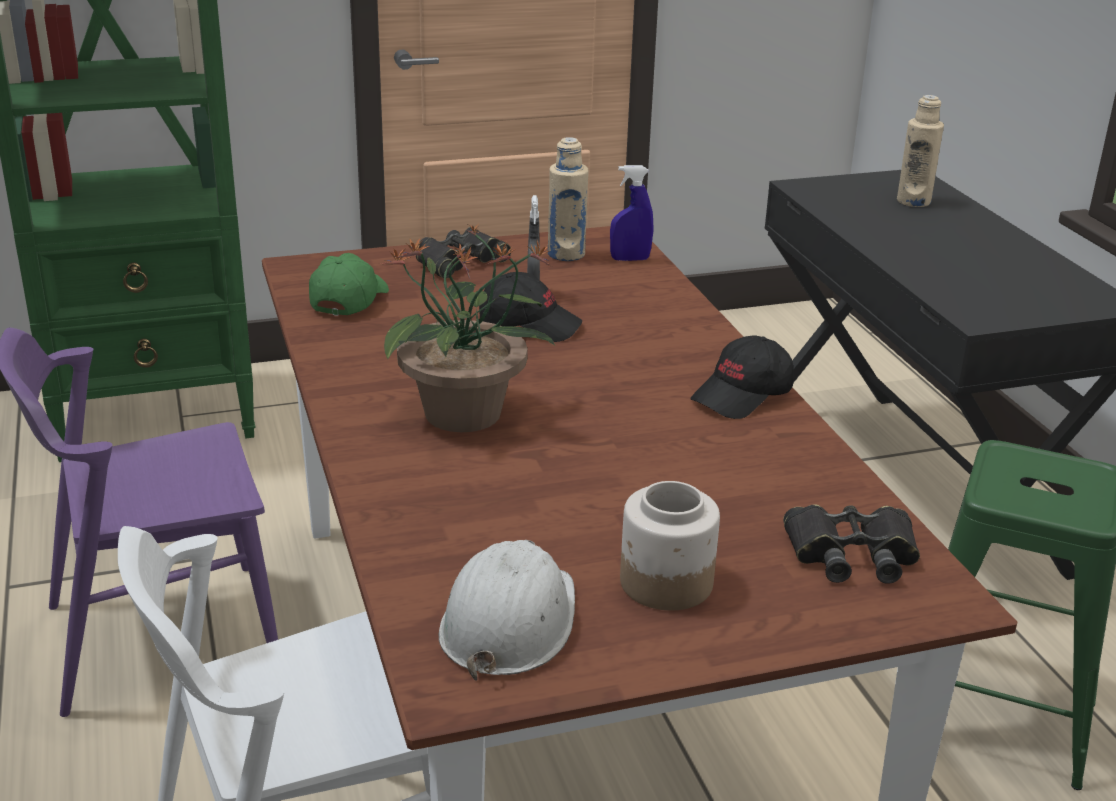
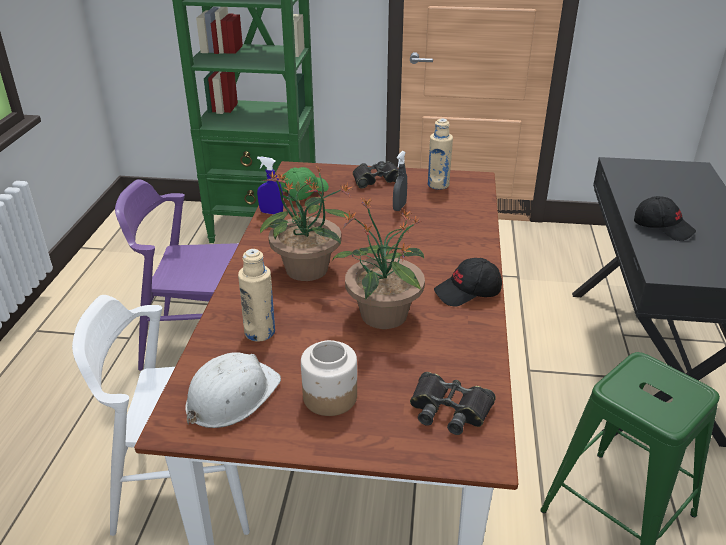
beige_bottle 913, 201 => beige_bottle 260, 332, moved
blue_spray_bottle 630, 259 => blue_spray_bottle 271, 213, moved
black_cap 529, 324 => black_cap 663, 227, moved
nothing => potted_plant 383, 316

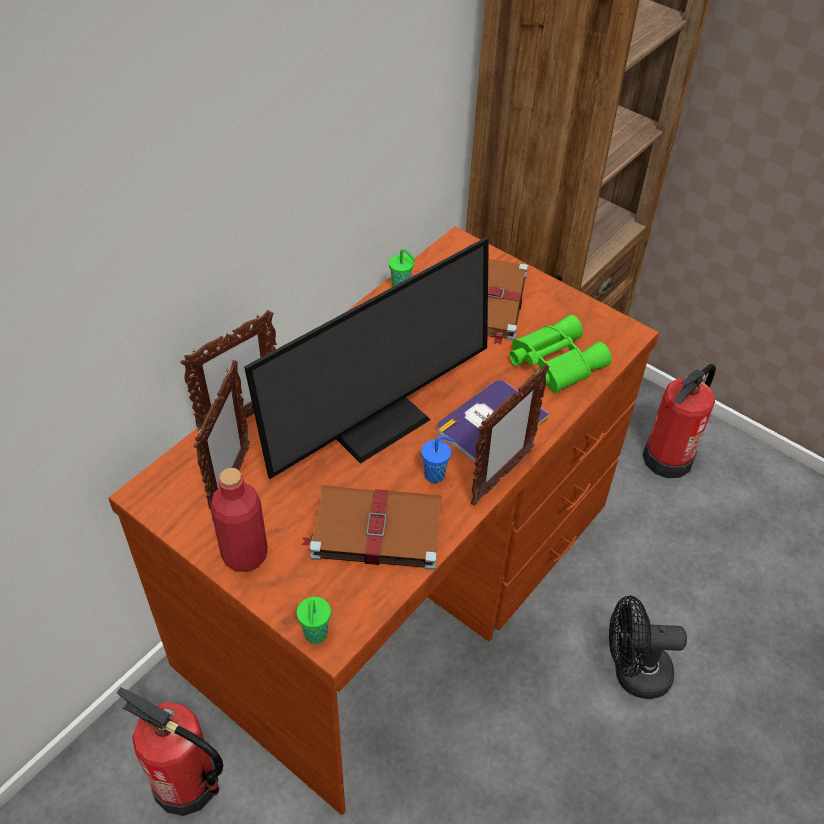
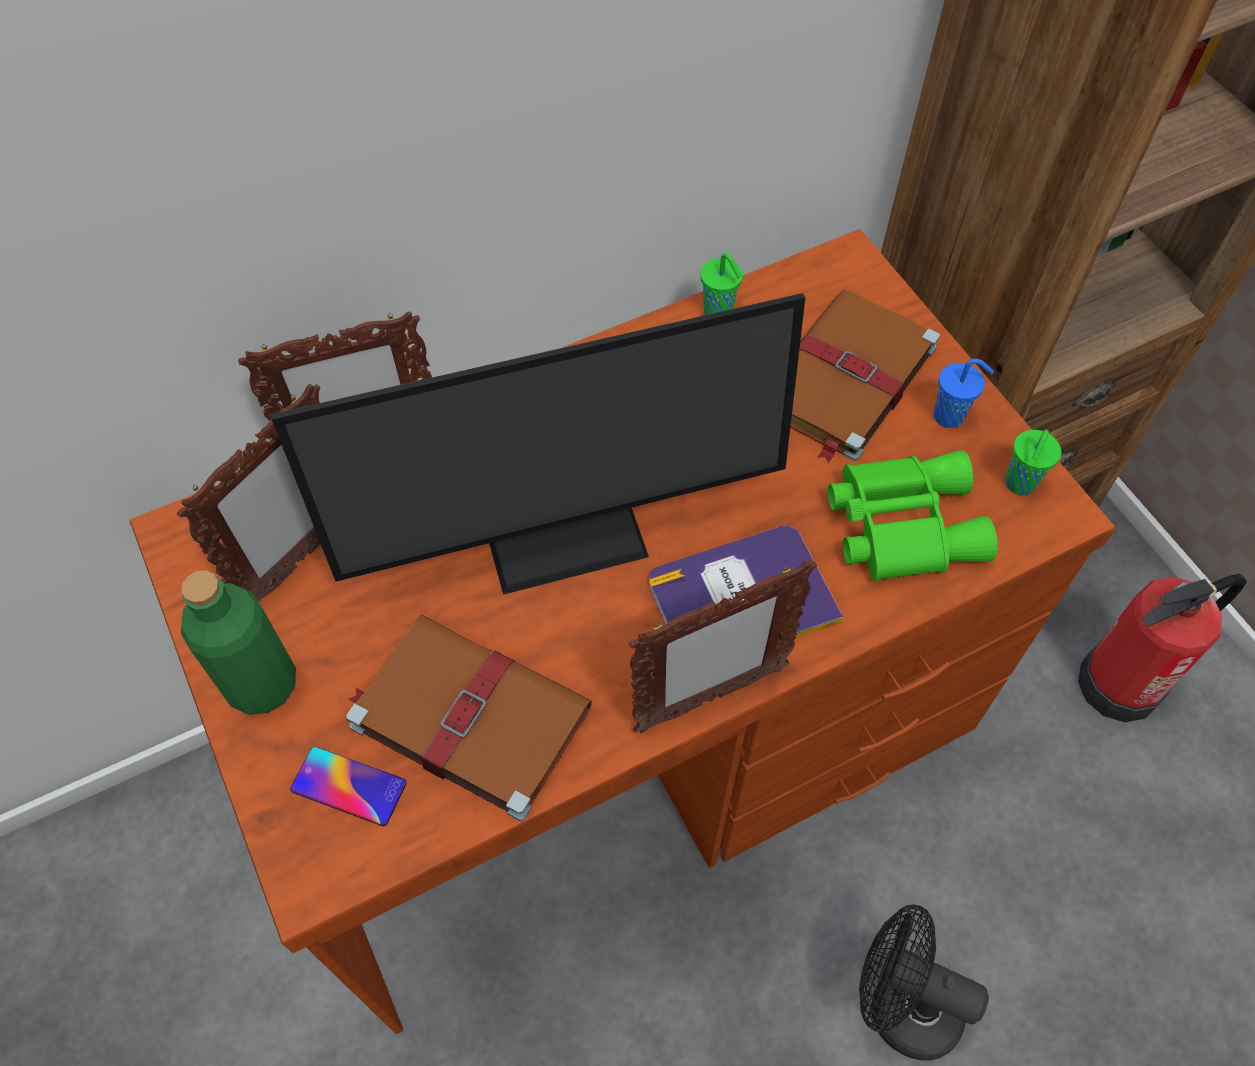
blue_cup 436, 475 => blue_cup 950, 416, moved
red_bottle 245, 554 => green_bottle 262, 684
green_cup 315, 635 => green_cup 1019, 484, moved
fire_extinguisher 186, 784 => nothing
nothing => phone 349, 786

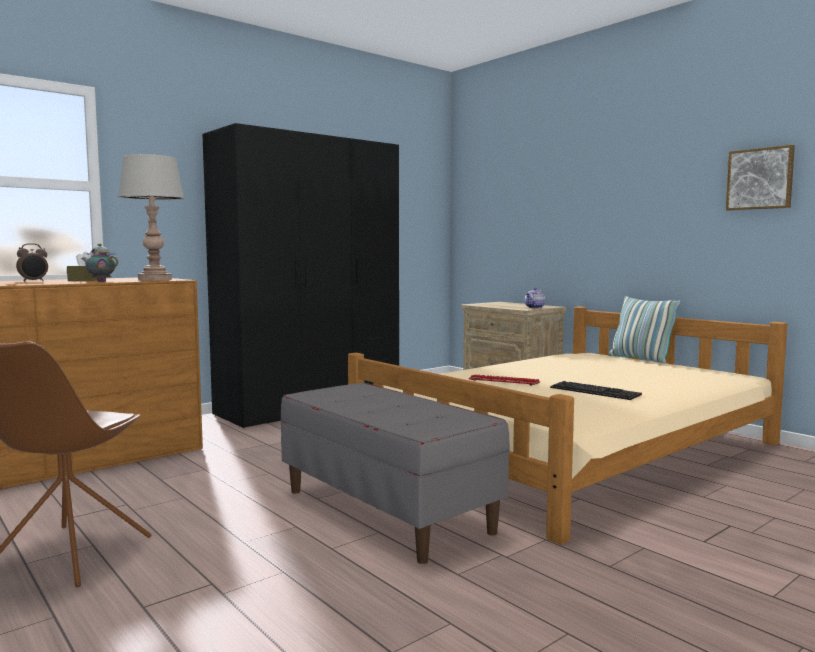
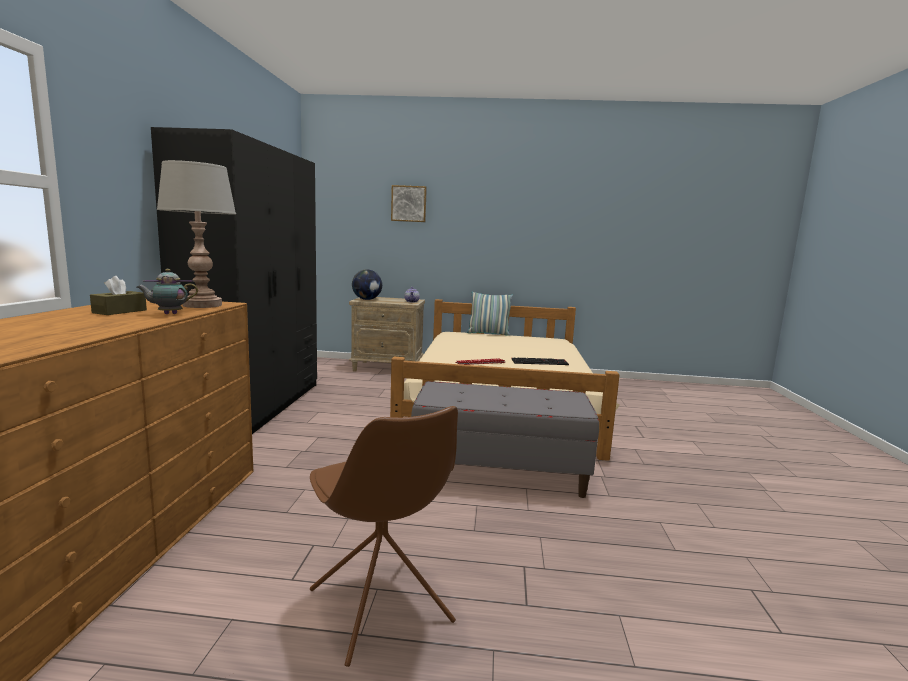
picture 760, 179 => picture 409, 204, moved
alarm_clock 33, 281 => nothing
nothing => globe 367, 299

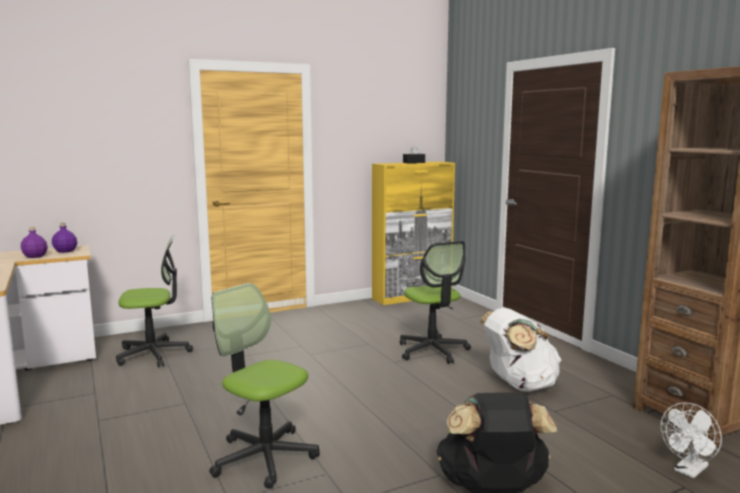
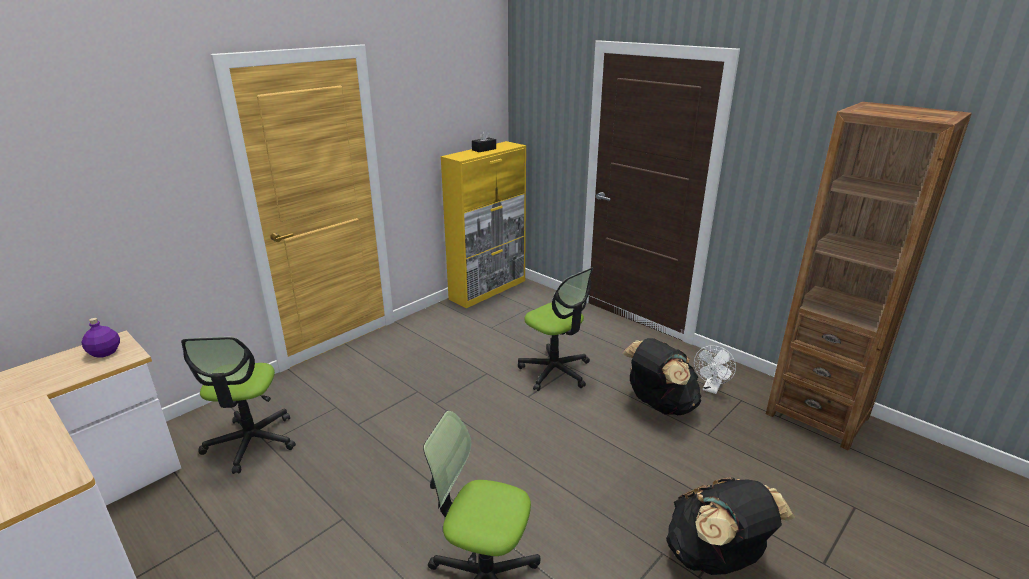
purple_bottle 34, 256 => nothing
office_chair 153, 354 => office_chair 251, 442, 120 degrees clockwise
white_backpack 518, 385 => black_backpack 659, 405
white_fan 689, 471 => white_fan 711, 389, moved

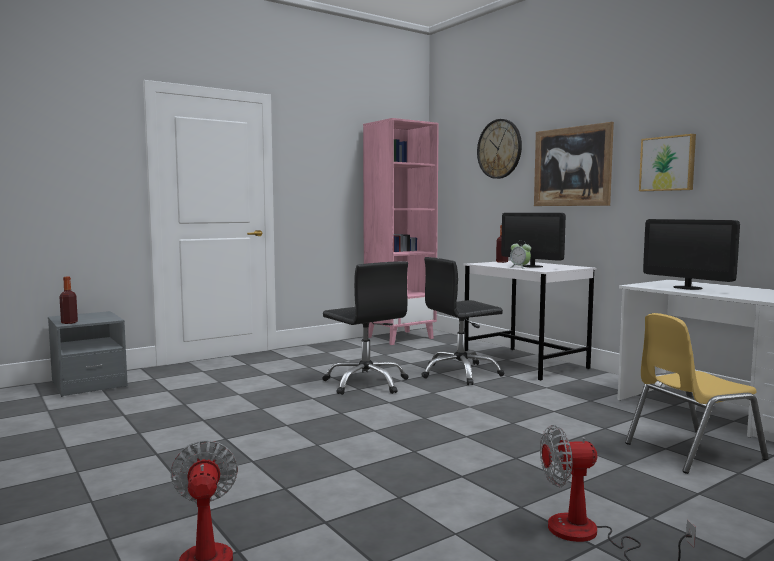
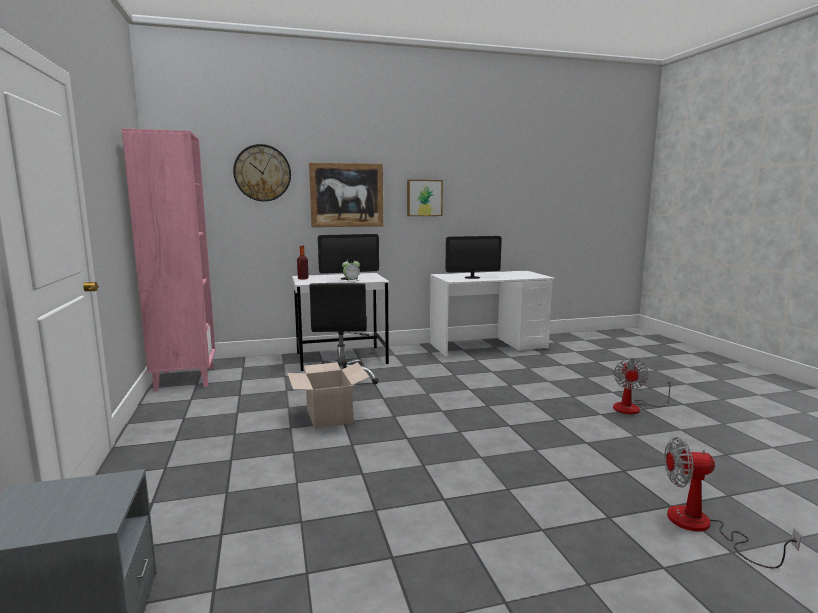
black_office_chair 366, 383 => cardboard_box 329, 416
bottle 69, 322 => nothing
yellow_chair 691, 451 => nothing

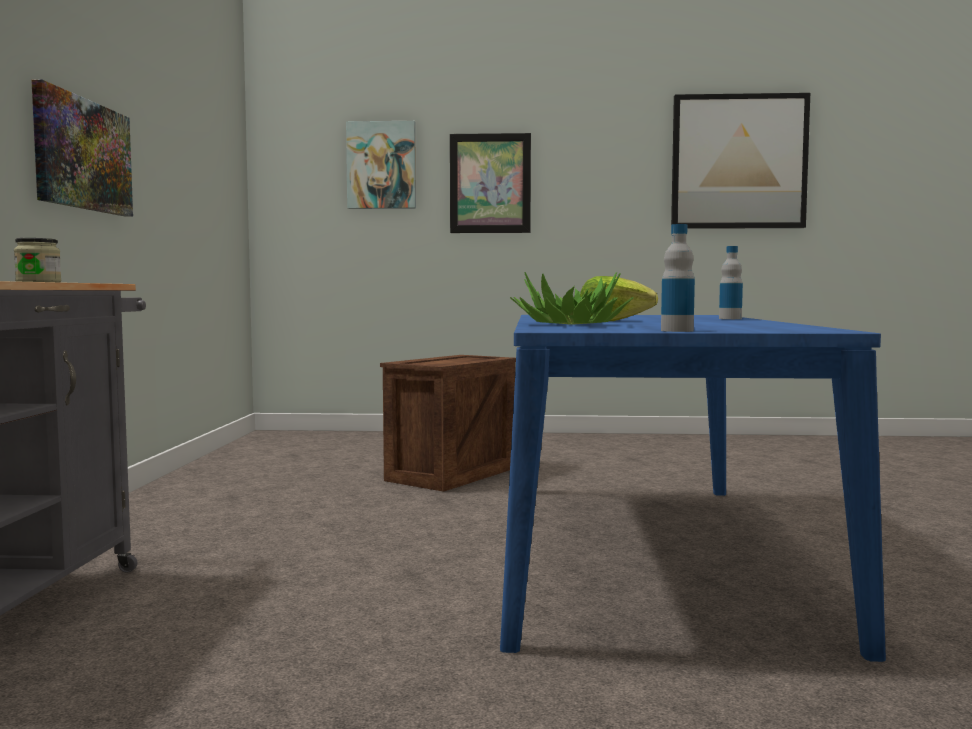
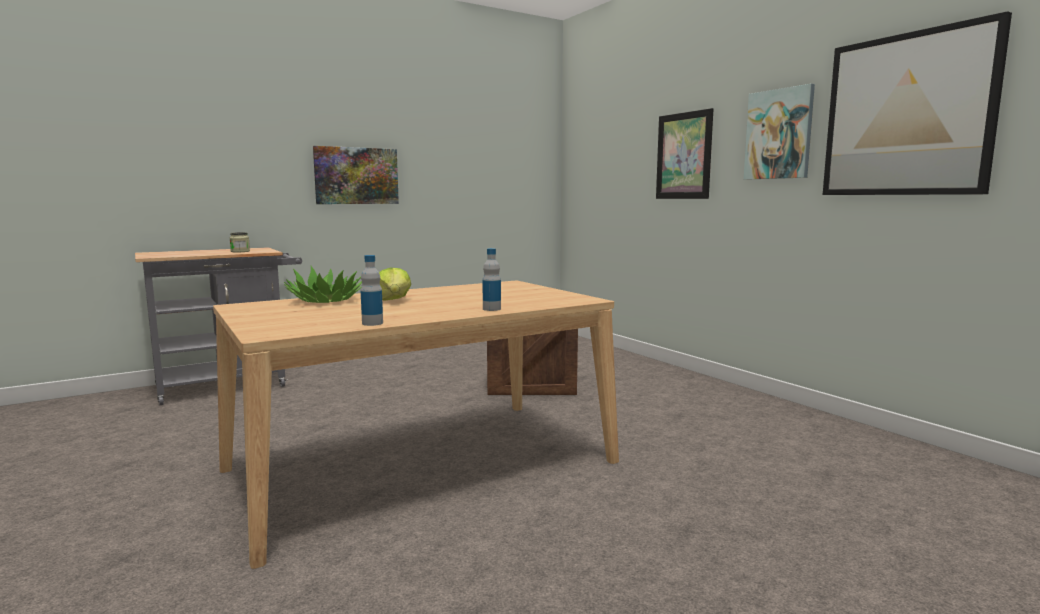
picture 381, 165 => picture 779, 134, moved
bottle 677, 330 => bottle 372, 323, moved
blue_dining_table 643, 550 => beige_dining_table 422, 465

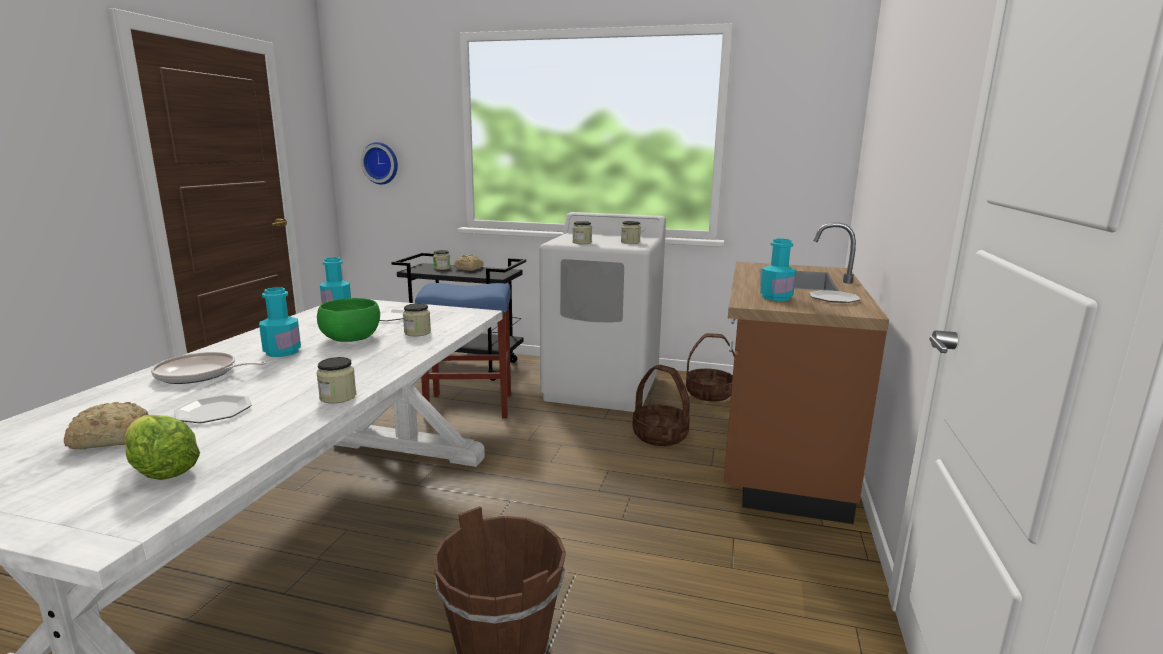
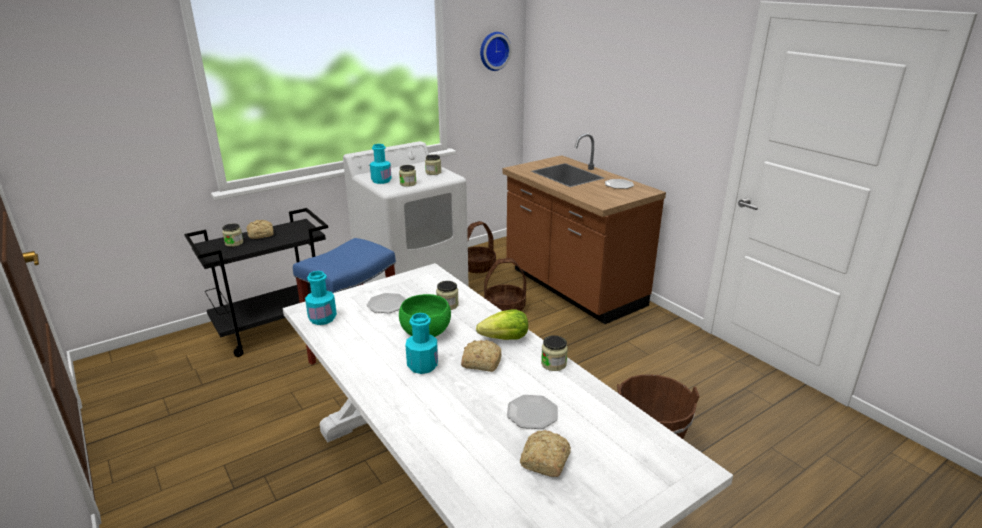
wall_clock 381, 163 => wall_clock 493, 51, moved
turquoise_bottle 776, 297 => turquoise_bottle 381, 181, moved
frying_pan 200, 374 => nothing
lettuce 162, 471 => lettuce 505, 339, moved
nothing => bread 480, 362

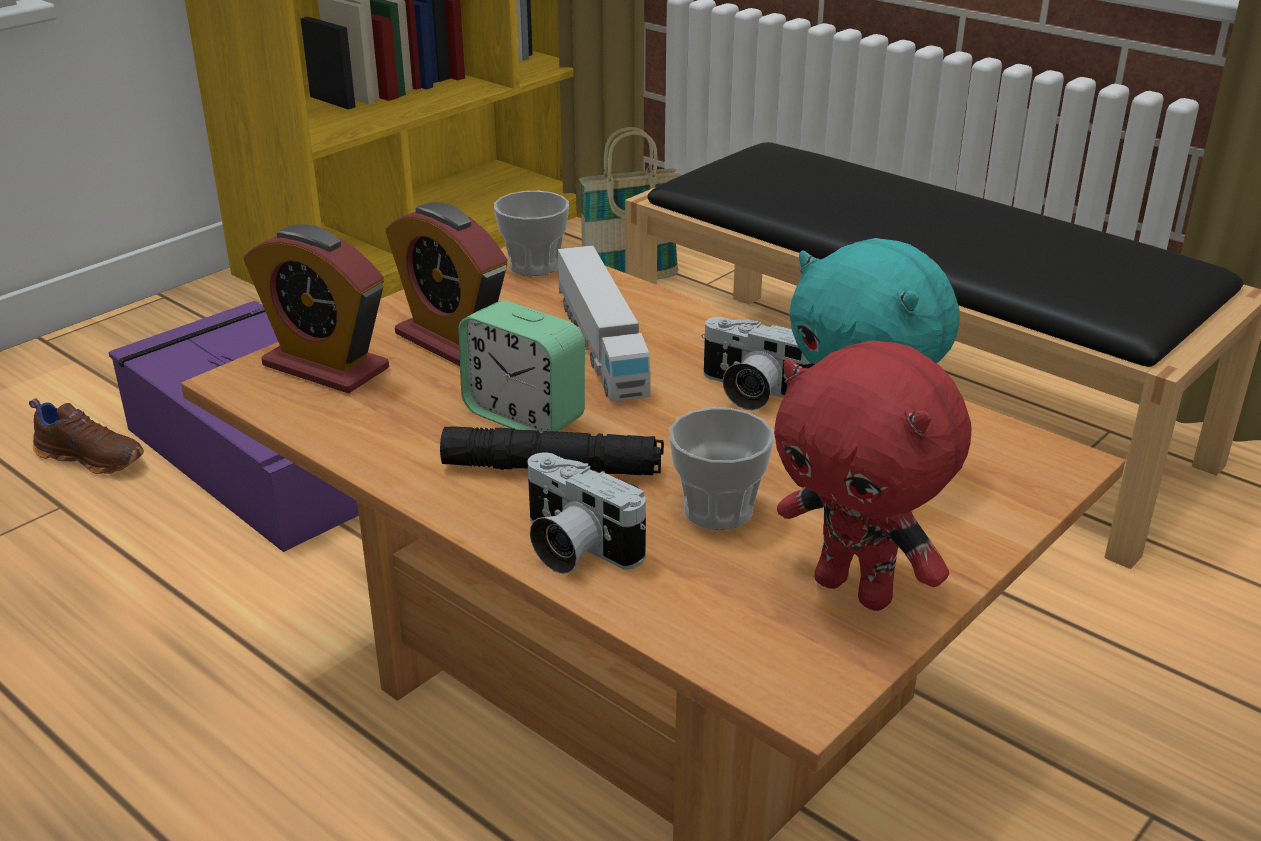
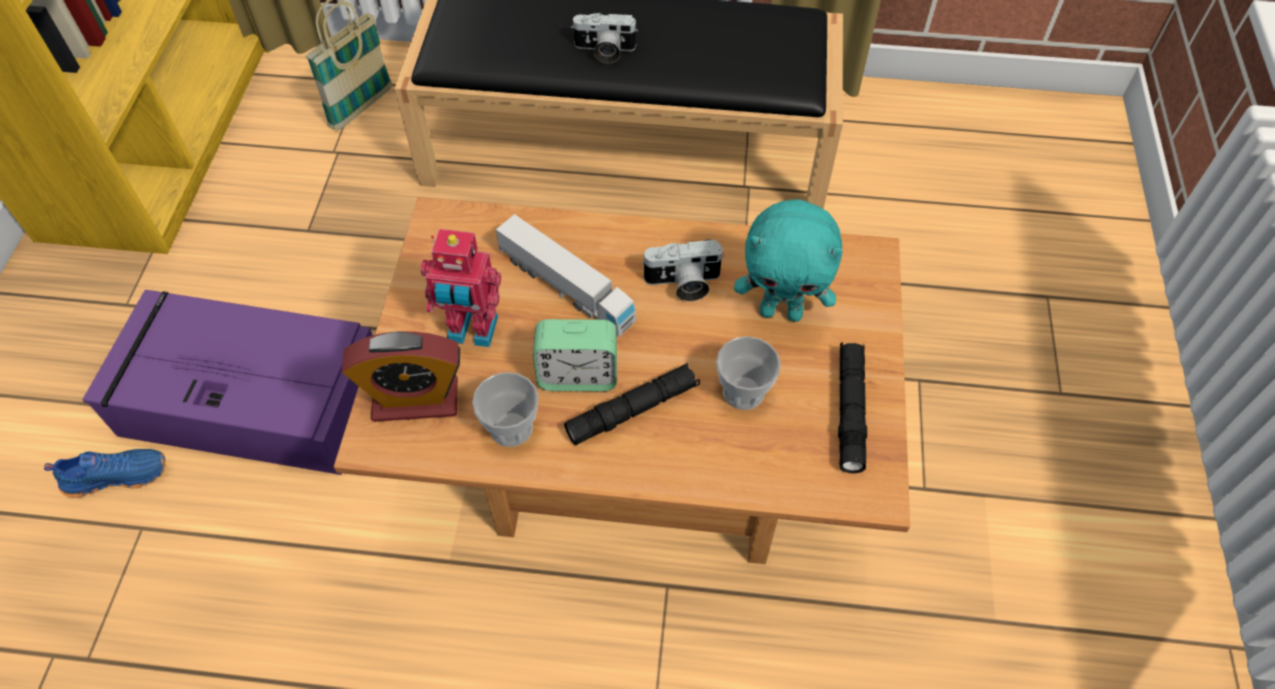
cup 534, 265 => cup 511, 428, moved
alarm_clock 452, 342 => toy_robot 472, 332
red_plush_toy 856, 590 => black_flashlight 850, 411
brown_shoe 92, 457 => blue_shoe 117, 475
photo_camera 573, 548 => photo_camera 604, 51, moved

